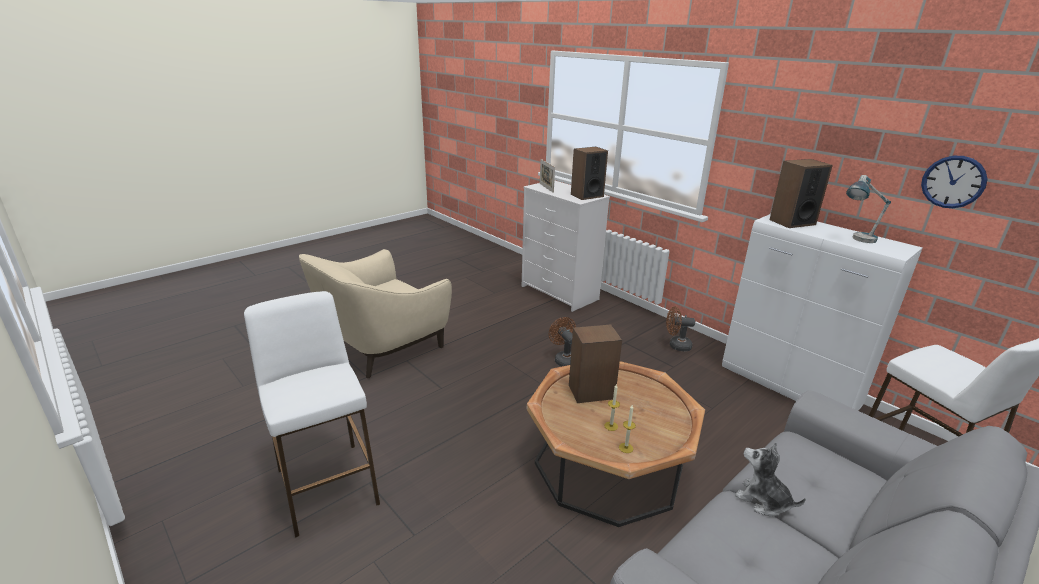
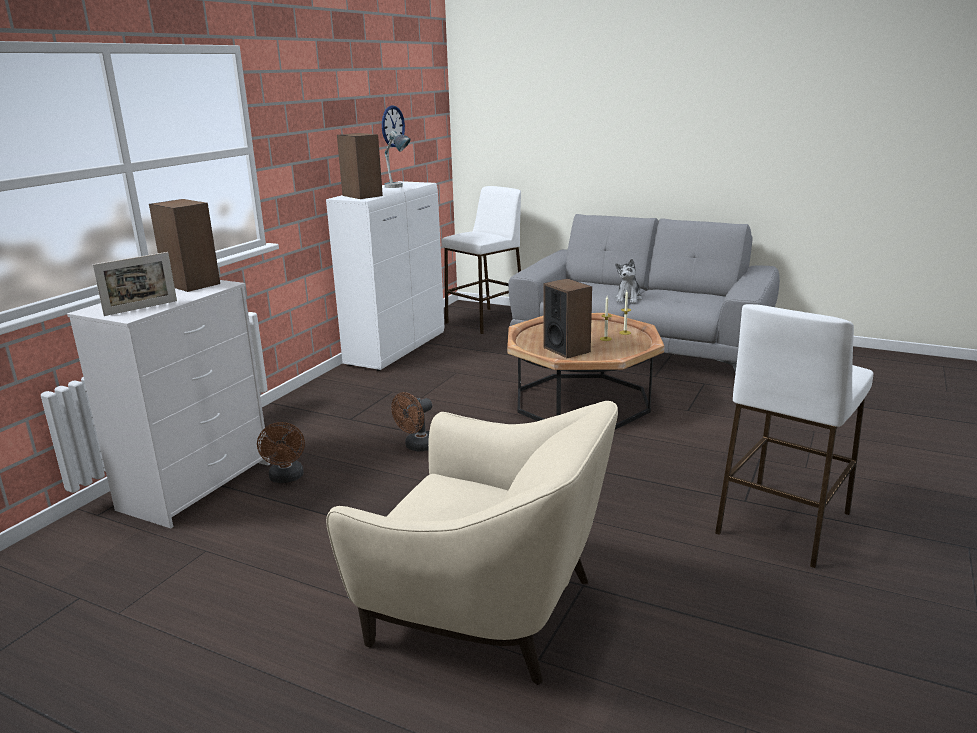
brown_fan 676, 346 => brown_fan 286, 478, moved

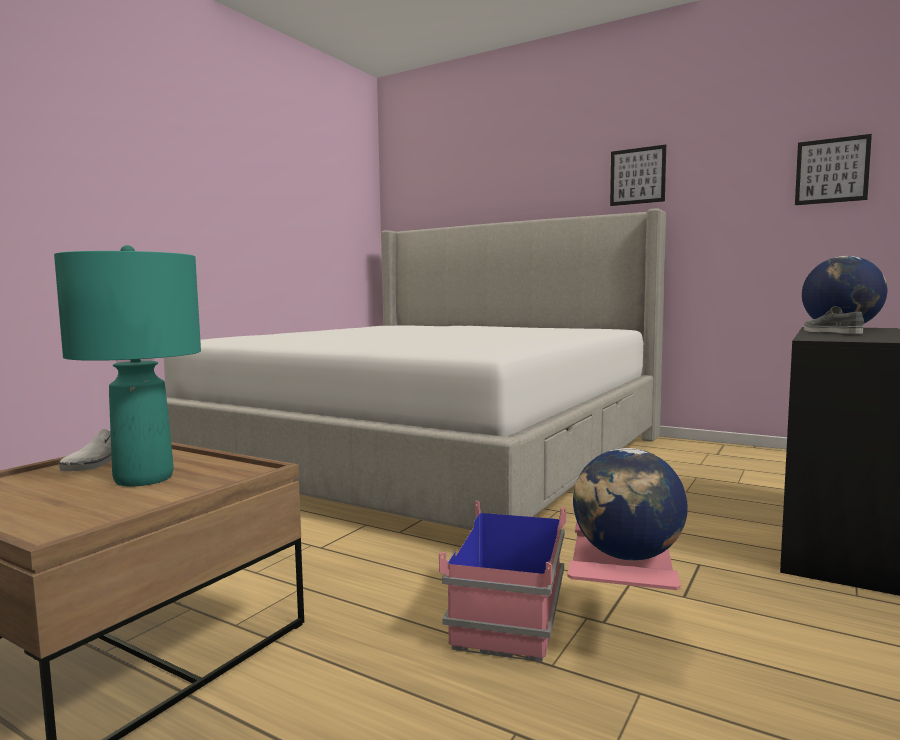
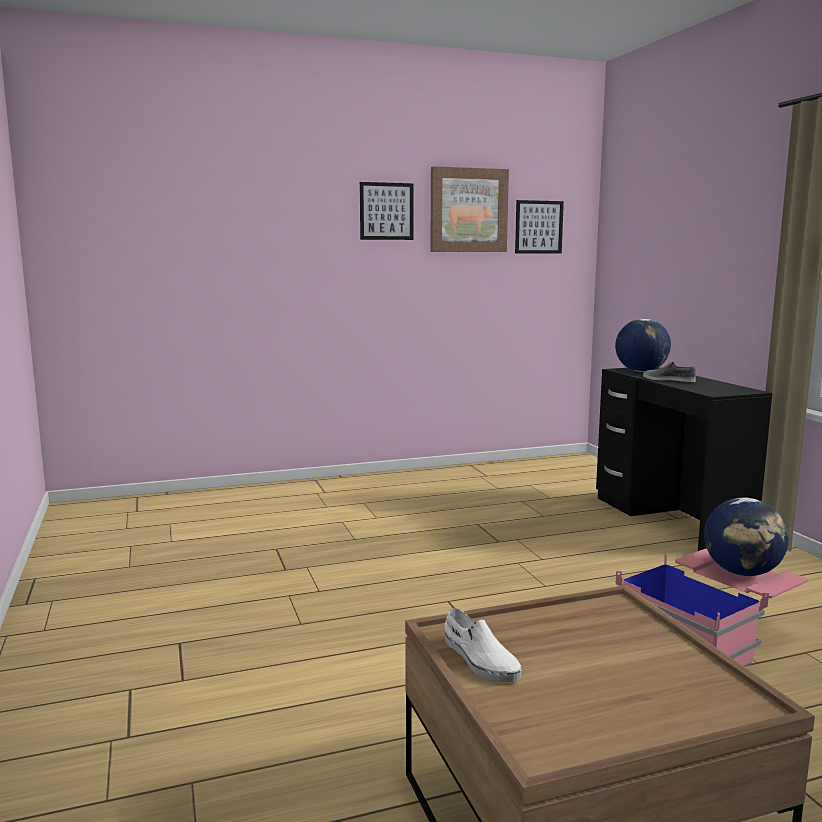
bed 432, 456 => nothing
turquoise_table_lamp 144, 479 => nothing
nothing => picture 468, 210

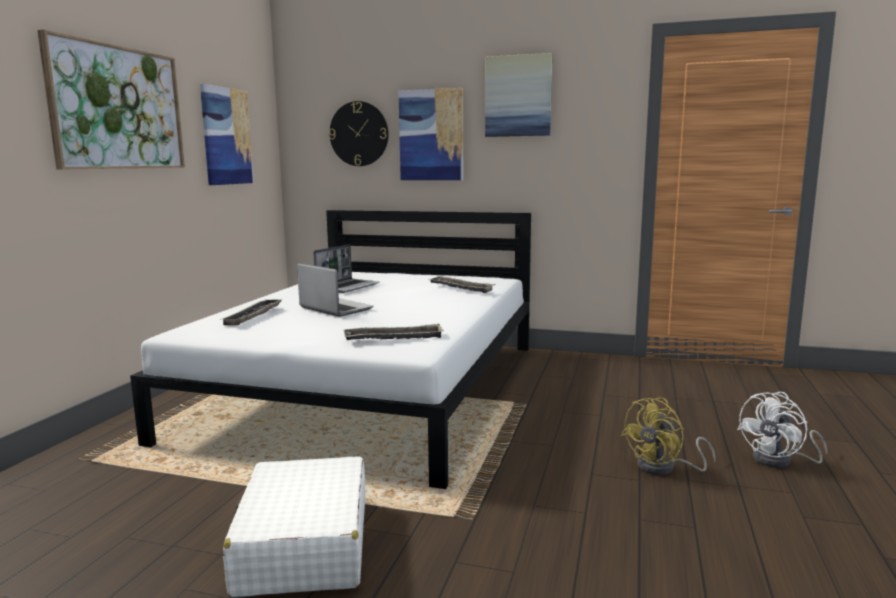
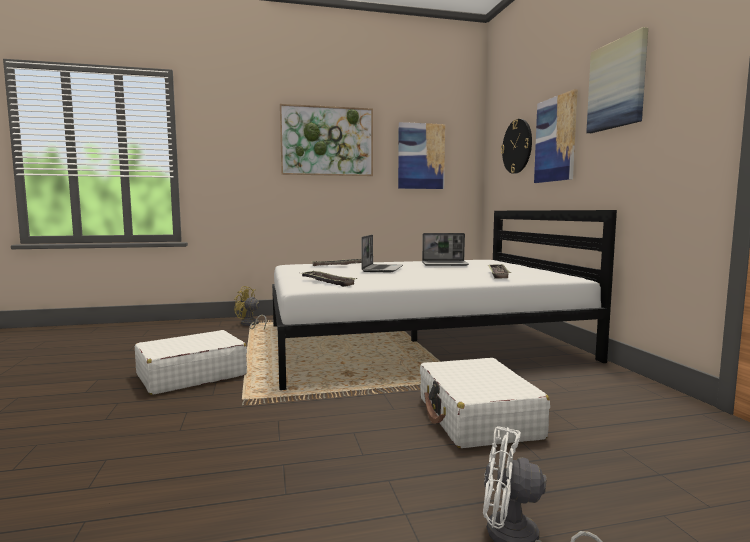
yellow_fan 664, 468 => yellow_fan 250, 325, moved
nothing => white_suitcase 477, 418

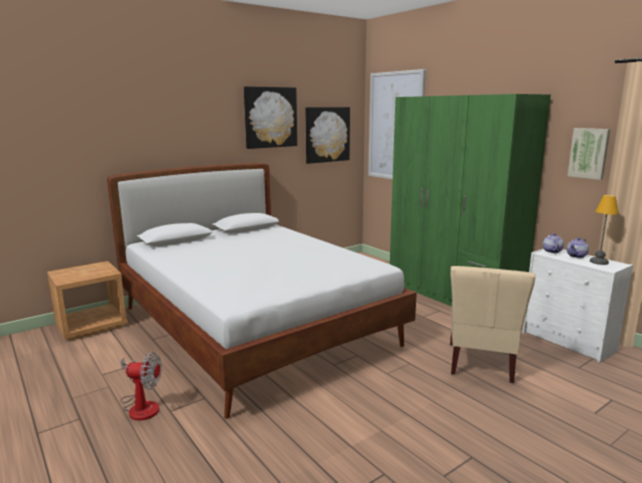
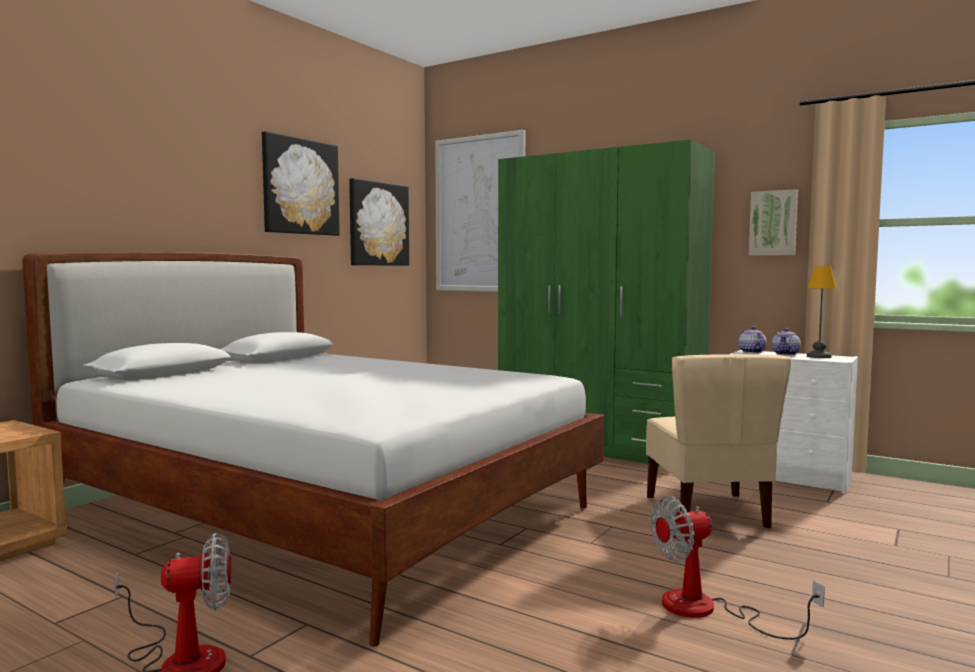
nothing => fan 707, 610

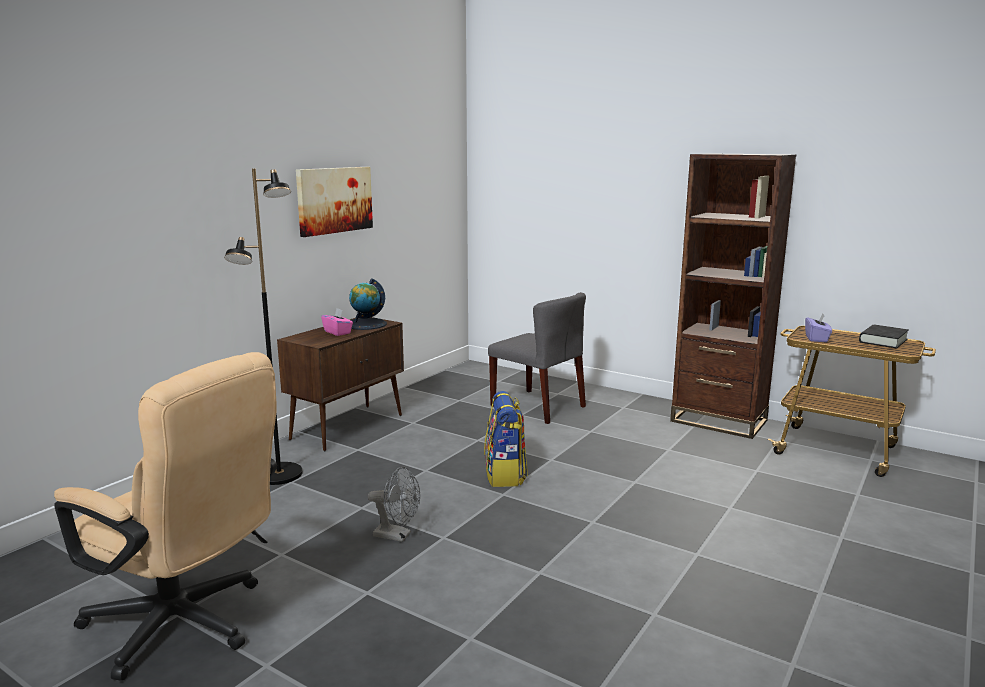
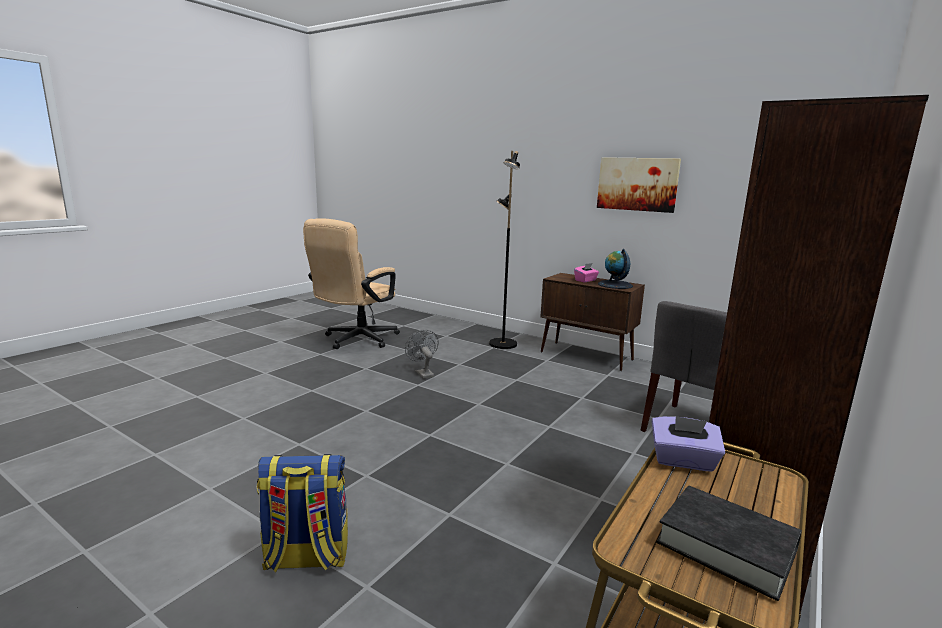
backpack 505, 475 => backpack 306, 558, moved
grey_fan 397, 535 => grey_fan 423, 373, 135 degrees clockwise

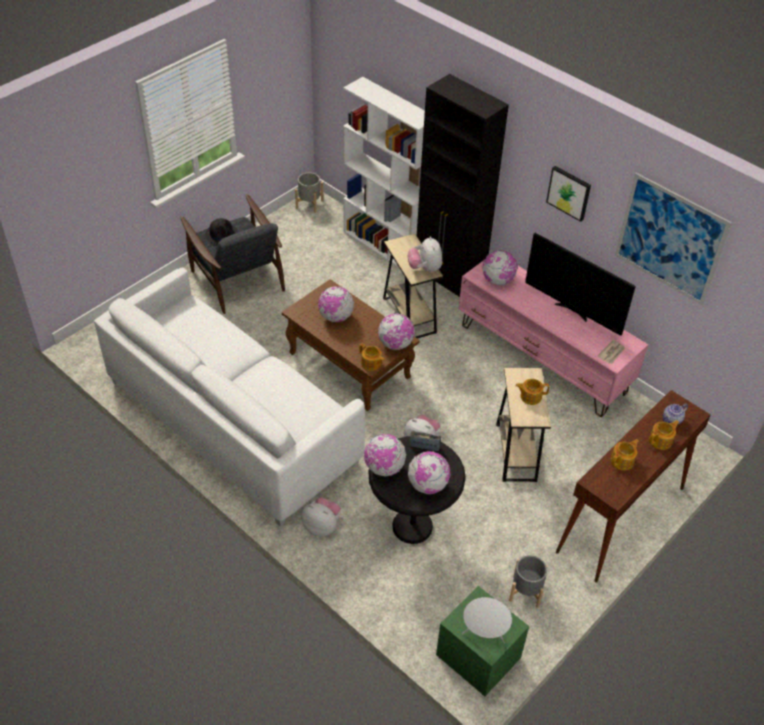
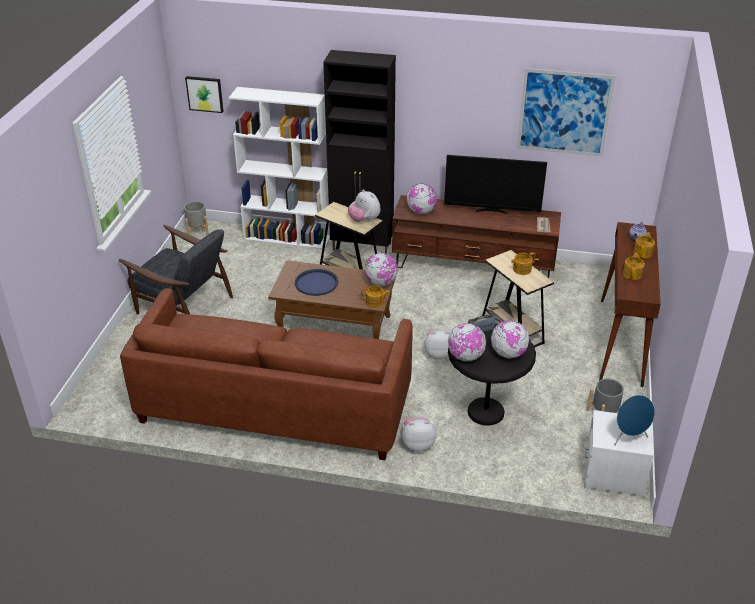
picture 569, 192 => picture 205, 93, moved
black_hat 221, 234 => nothing
pink_tv_stand 543, 358 => brown_tv_stand 474, 265
white_sofa 232, 421 => brown_sofa 274, 405
globe 336, 317 => blue_tray 316, 283
green_nightstand 478, 657 => white_nightstand 613, 473
white_speaker 484, 634 => blue_speaker 629, 438

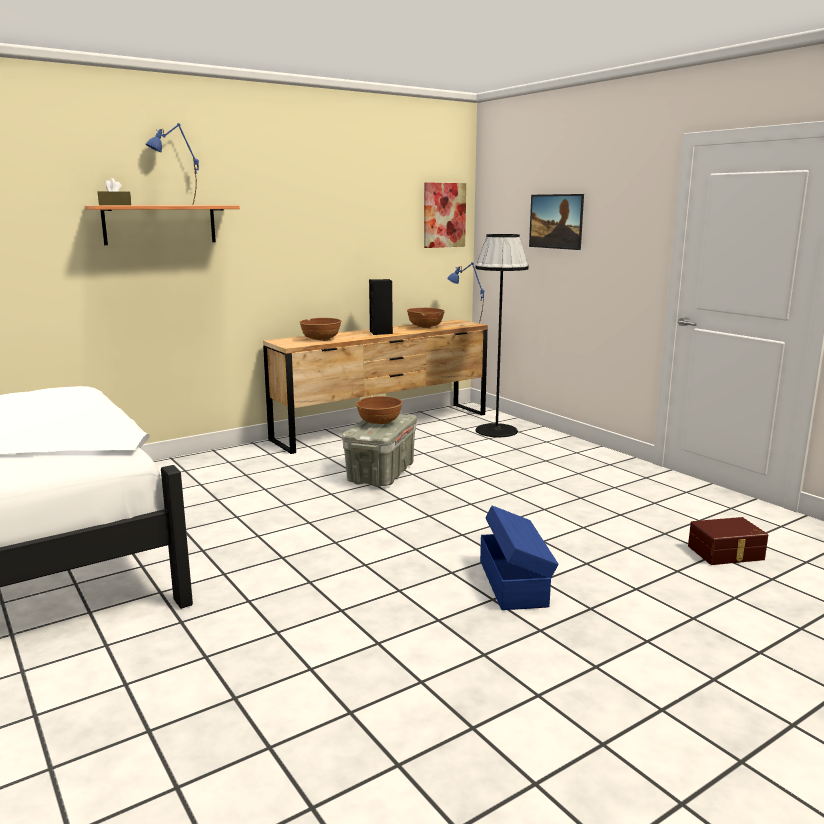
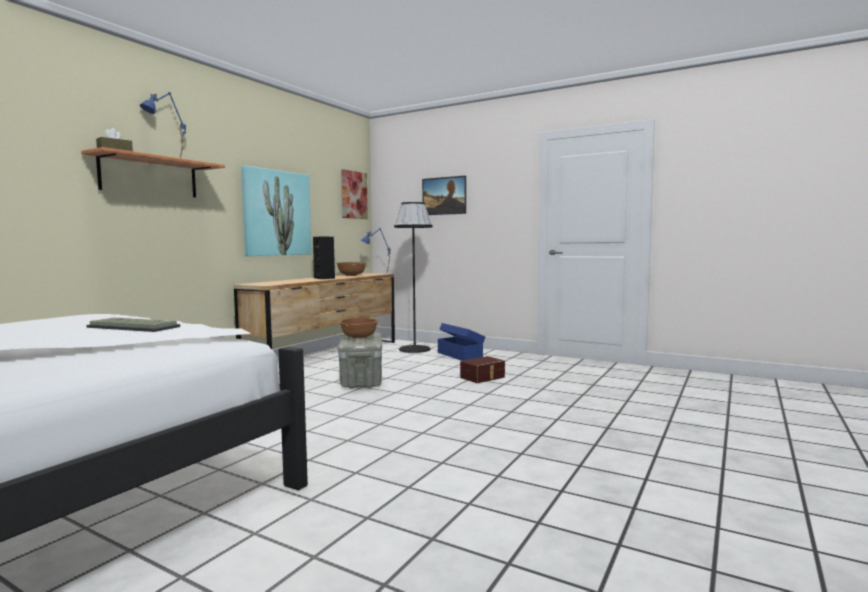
brown_bowl 321, 339 => nothing
blue_storage_box 514, 582 => blue_storage_box 460, 355, moved
brown_storage_box 726, 553 => brown_storage_box 483, 377, moved
nothing => picture 276, 213
nothing => keyboard 131, 327

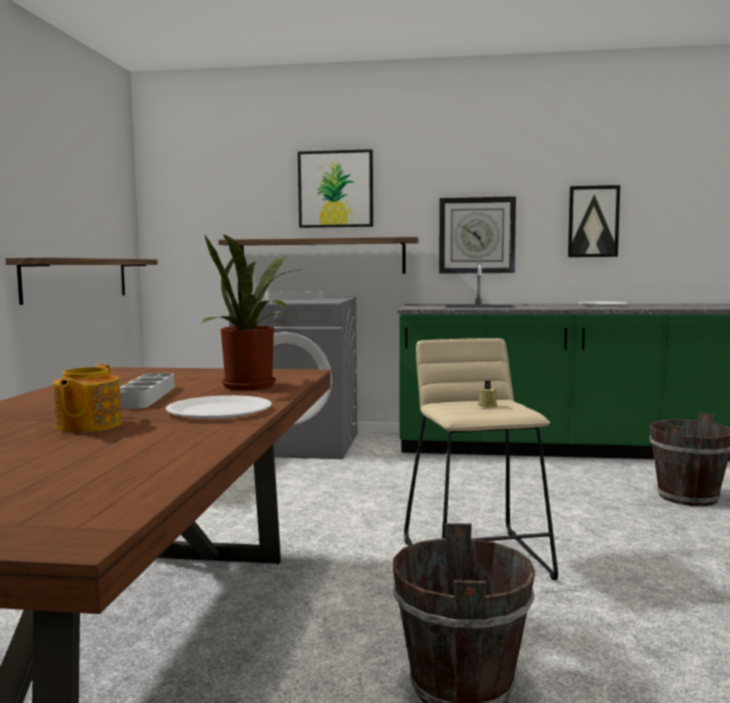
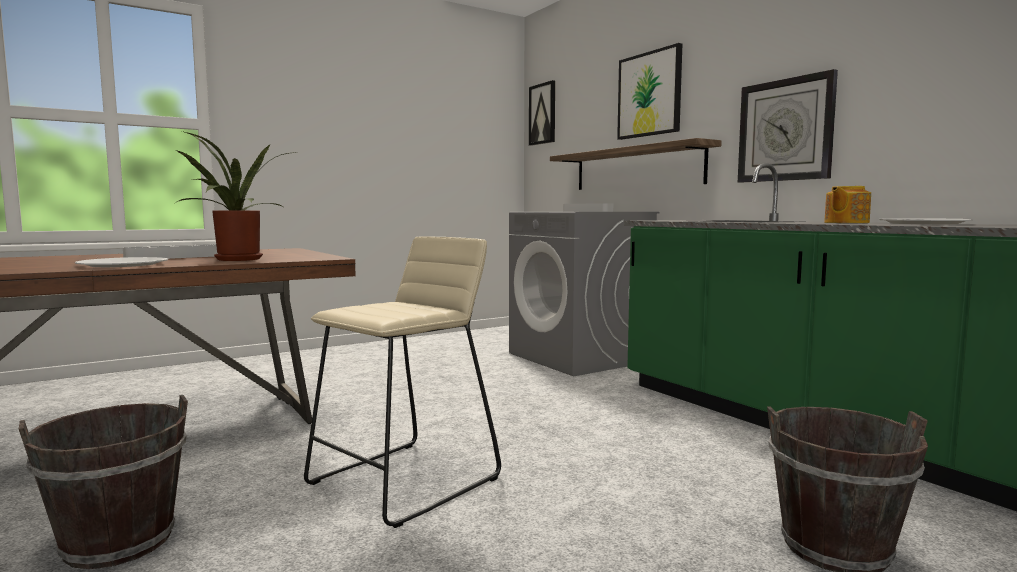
picture 593, 221 => picture 543, 114, moved
shelf 77, 279 => nothing
teapot 87, 426 => teapot 845, 223, moved
beige_candle 487, 406 => nothing

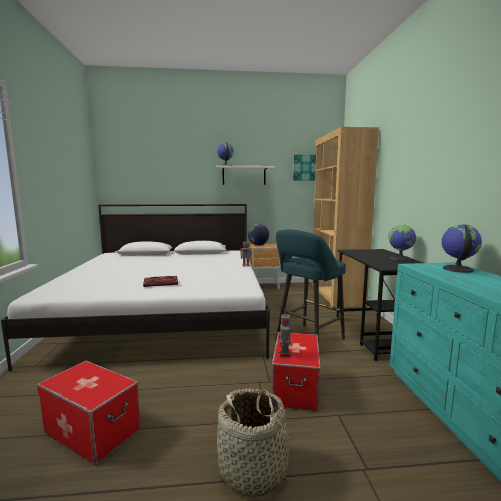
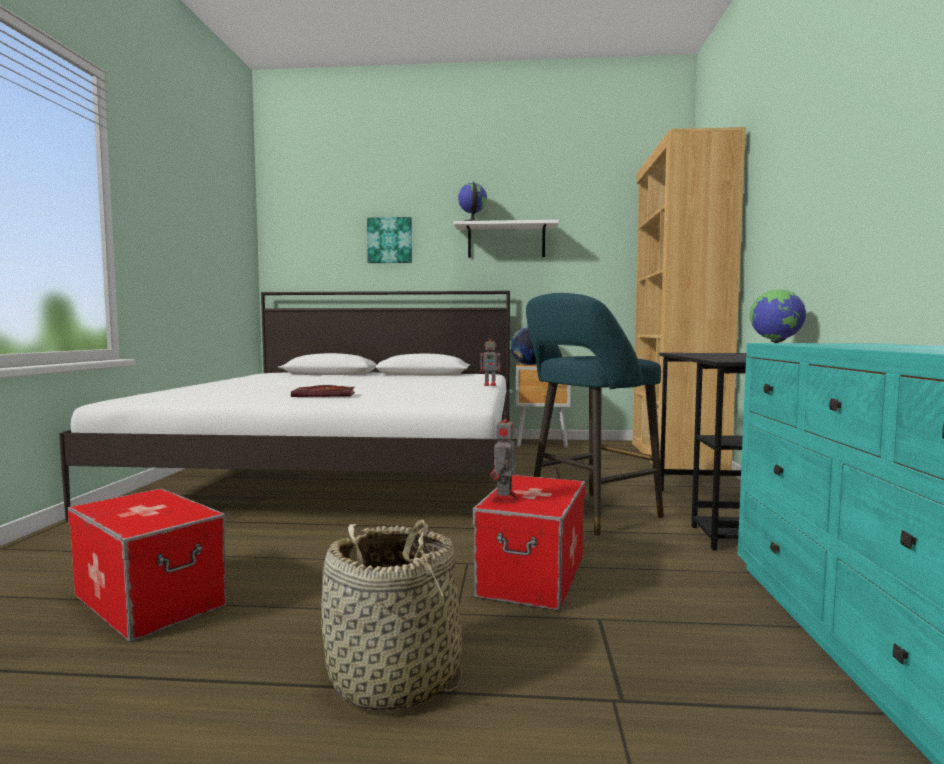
picture 305, 167 => picture 390, 240, moved
globe 457, 269 => nothing

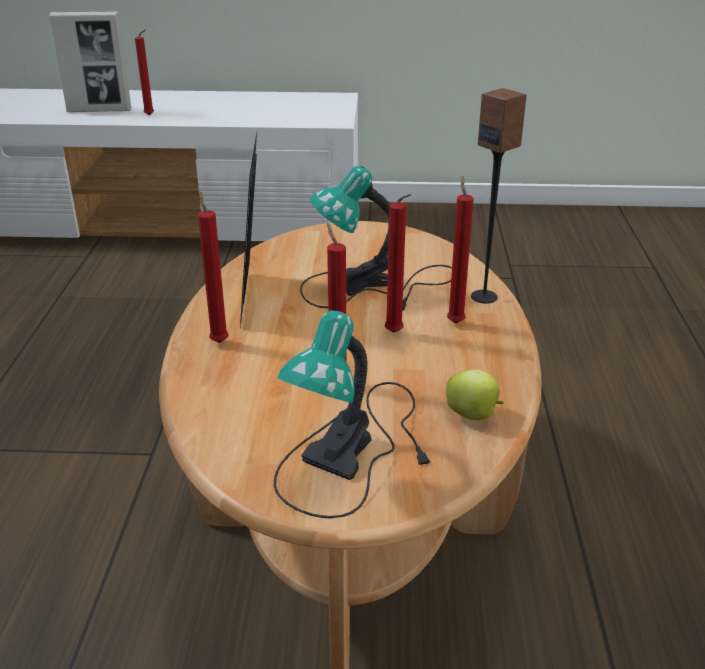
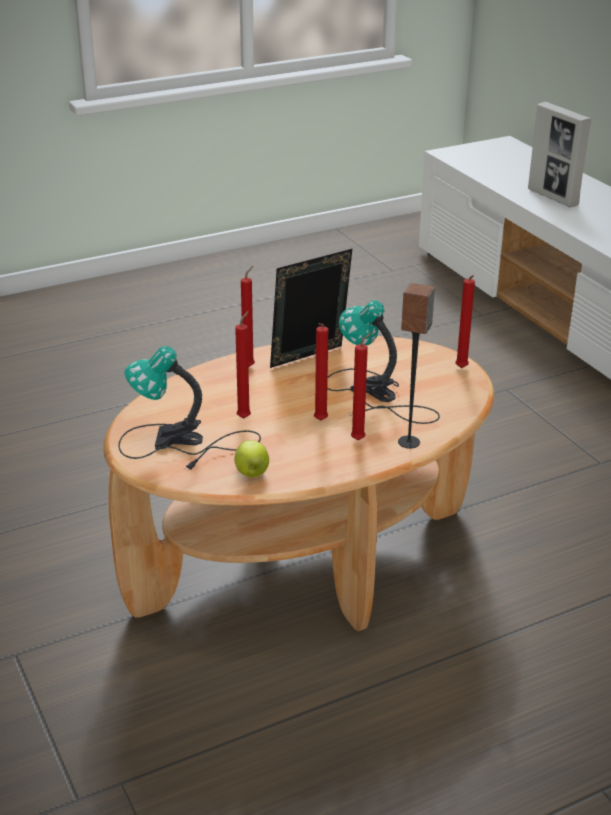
red_candle 150, 115 => red_candle 461, 369, moved

